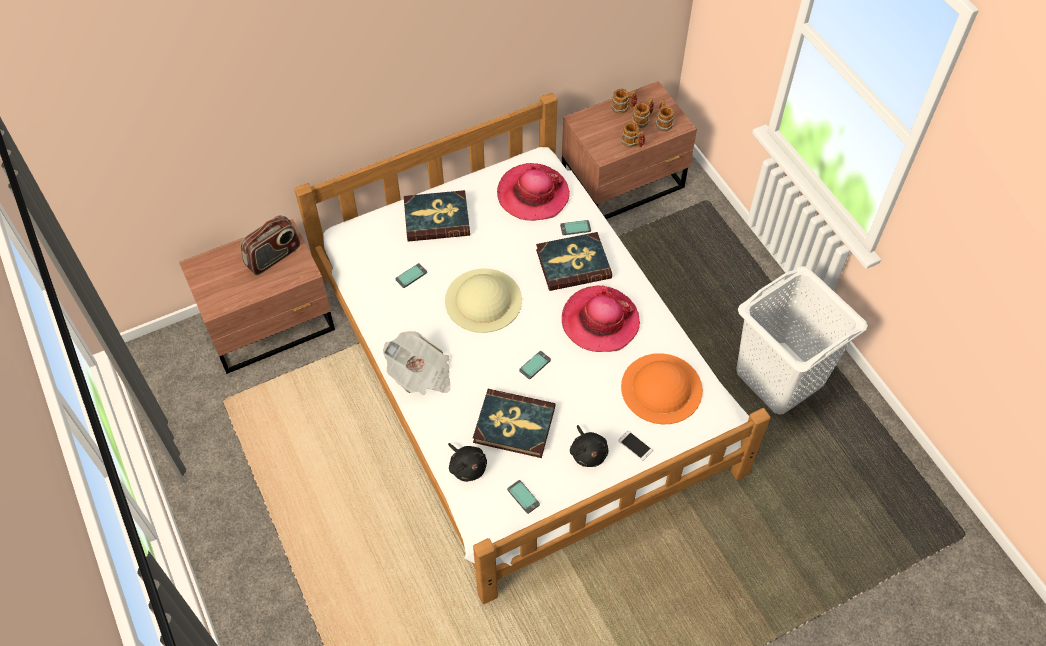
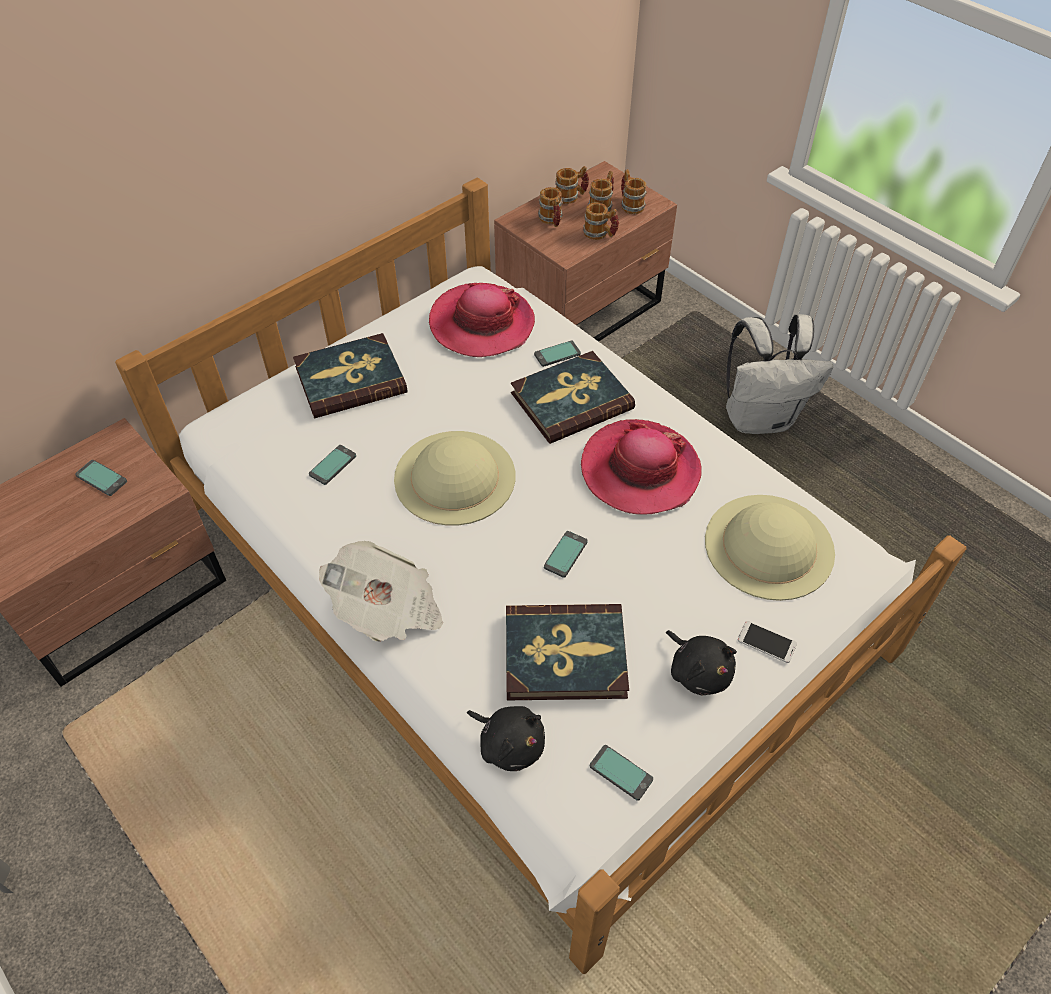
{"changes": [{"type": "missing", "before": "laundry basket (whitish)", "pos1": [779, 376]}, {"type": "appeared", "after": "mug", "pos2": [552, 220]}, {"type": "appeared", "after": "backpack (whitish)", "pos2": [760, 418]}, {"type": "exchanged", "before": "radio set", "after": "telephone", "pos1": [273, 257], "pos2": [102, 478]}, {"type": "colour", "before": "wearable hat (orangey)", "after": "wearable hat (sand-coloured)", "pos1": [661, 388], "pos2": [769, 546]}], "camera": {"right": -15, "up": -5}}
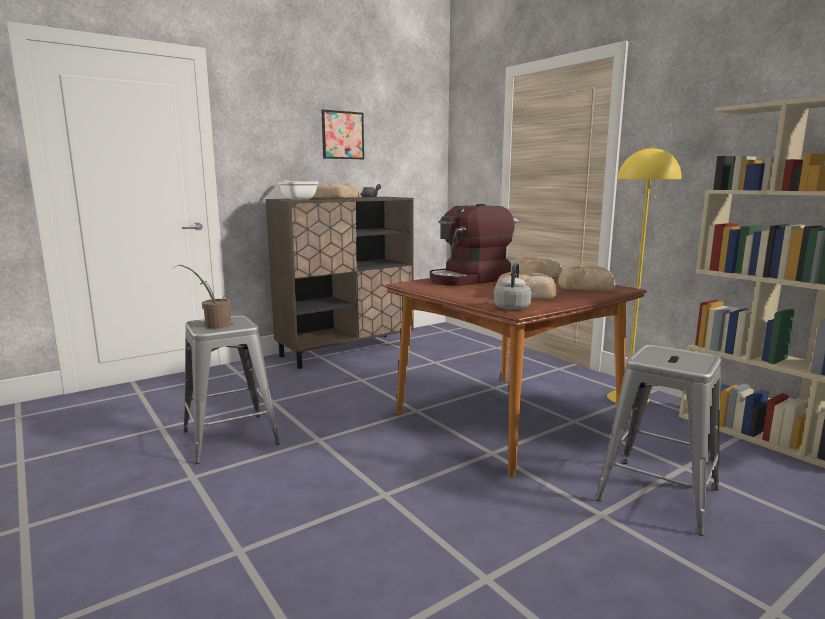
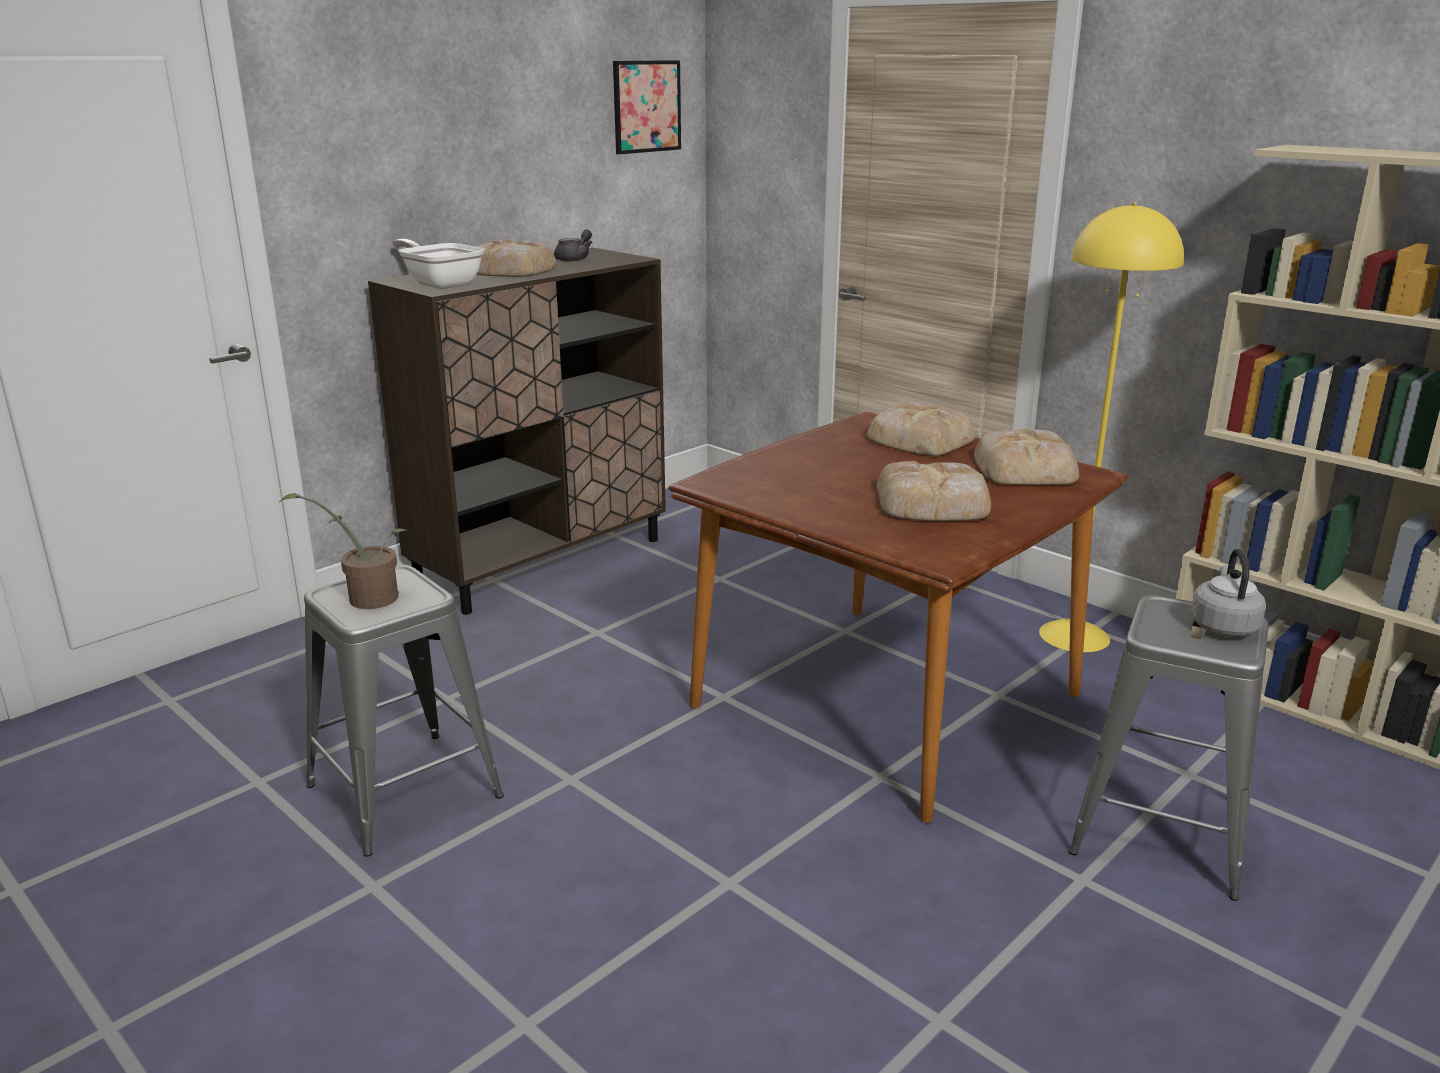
{"changes": [{"type": "missing", "before": "coffee machine", "pos1": [469, 279]}, {"type": "relocated", "before": "picture", "pos1": [343, 135], "pos2": [646, 106]}, {"type": "relocated", "before": "tea kettle (grey)", "pos1": [512, 307], "pos2": [1223, 625]}], "camera": {"right": -10, "up": 10}}
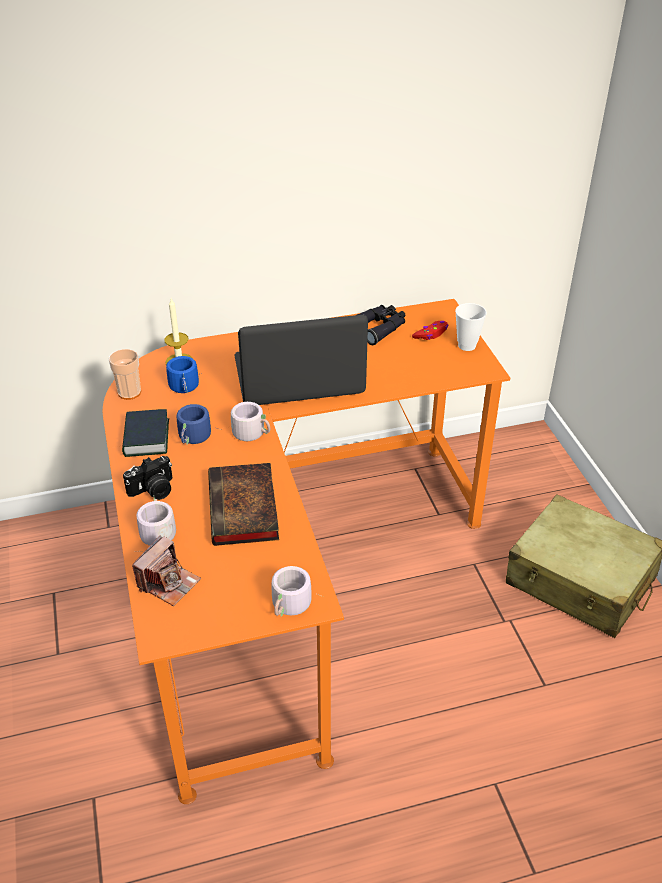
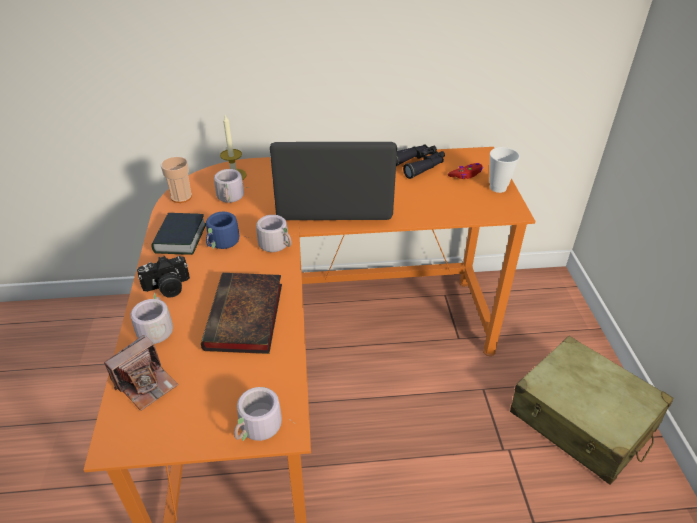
{"changes": [{"type": "colour", "before": "mug (blue)", "after": "mug (grey)", "pos1": [186, 387], "pos2": [232, 198]}], "camera": {"right": 10, "up": 0}}
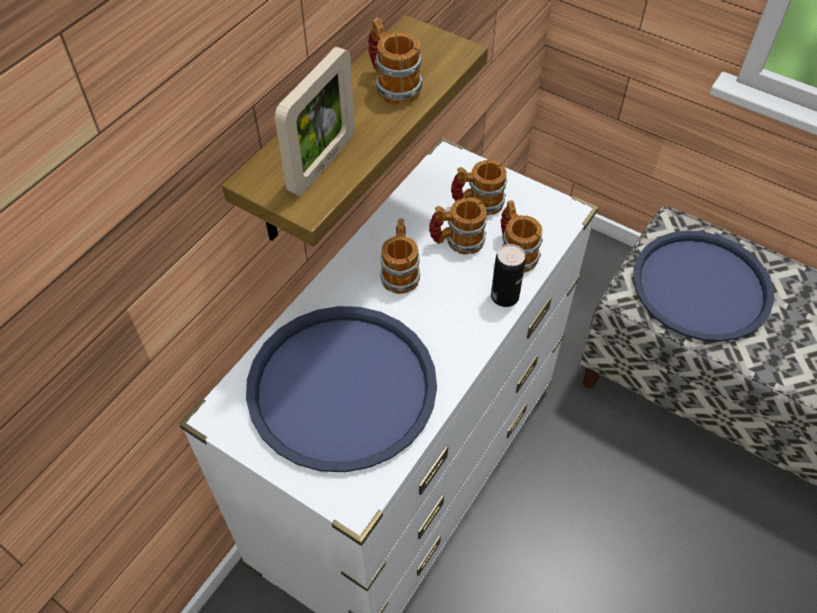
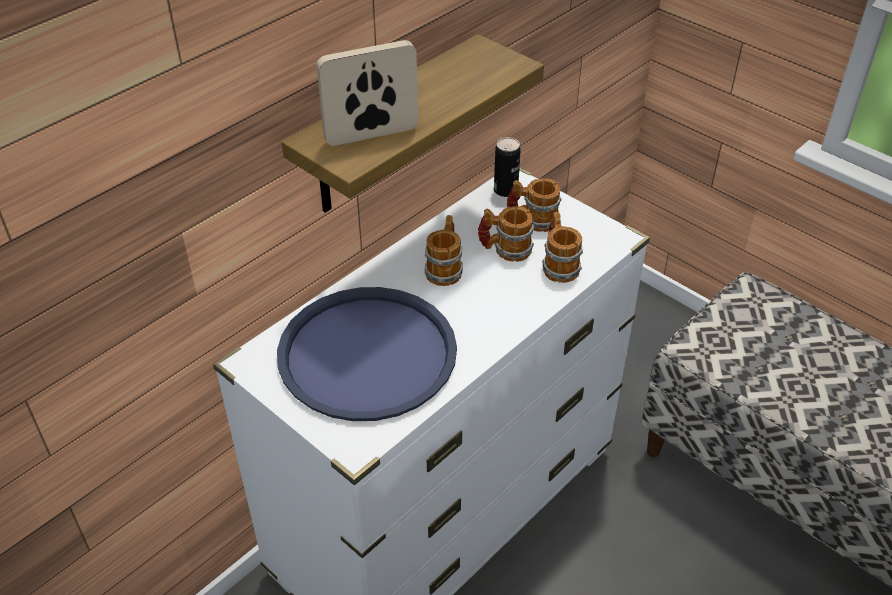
{"changes": [{"type": "missing", "before": "mug", "pos1": [392, 84]}, {"type": "missing", "before": "tray (blue)", "pos1": [700, 286]}, {"type": "relocated", "before": "sealed can", "pos1": [504, 296], "pos2": [505, 190]}, {"type": "spun", "before": "picture frame", "pos1": [322, 163], "pos2": [371, 135], "turn": -150}], "camera": {"right": 10, "up": -10}}
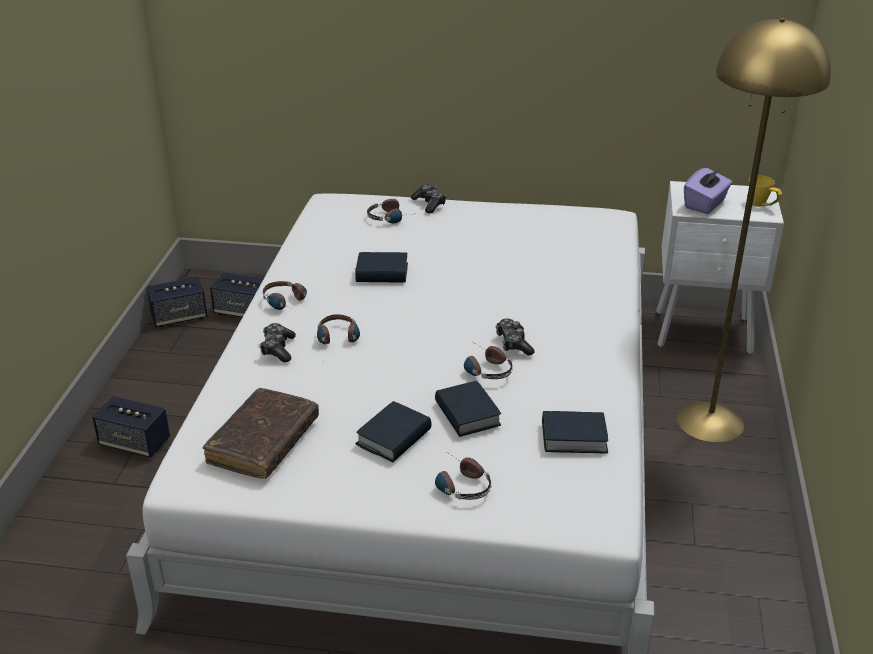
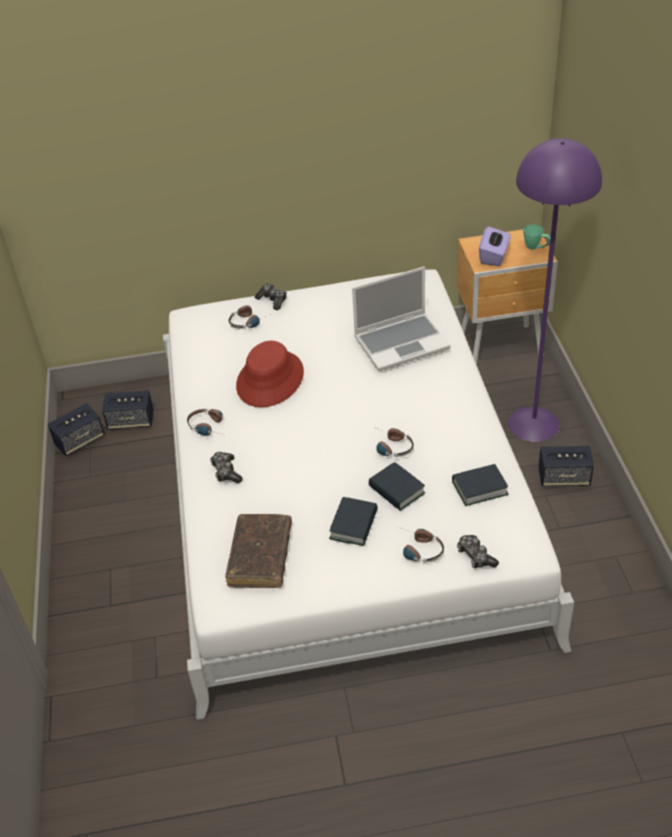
{"changes": [{"type": "missing", "before": "headset", "pos1": [338, 340]}, {"type": "appeared", "after": "portable computer", "pos2": [402, 342]}, {"type": "relocated", "before": "speaker", "pos1": [135, 443], "pos2": [563, 478]}, {"type": "relocated", "before": "joypad", "pos1": [513, 343], "pos2": [475, 556]}, {"type": "exchanged", "before": "bound book", "after": "wearable hat (red)", "pos1": [382, 273], "pos2": [270, 379]}, {"type": "colour", "before": "nightstand (whitish)", "after": "nightstand (brownish)", "pos1": [705, 334], "pos2": [502, 347]}, {"type": "colour", "before": "standard lamp (yellowish)", "after": "standard lamp (purplish)", "pos1": [709, 421], "pos2": [533, 424]}, {"type": "colour", "before": "mug (yellowish)", "after": "mug (green)", "pos1": [762, 206], "pos2": [536, 248]}], "camera": {"right": -15, "up": 10}}
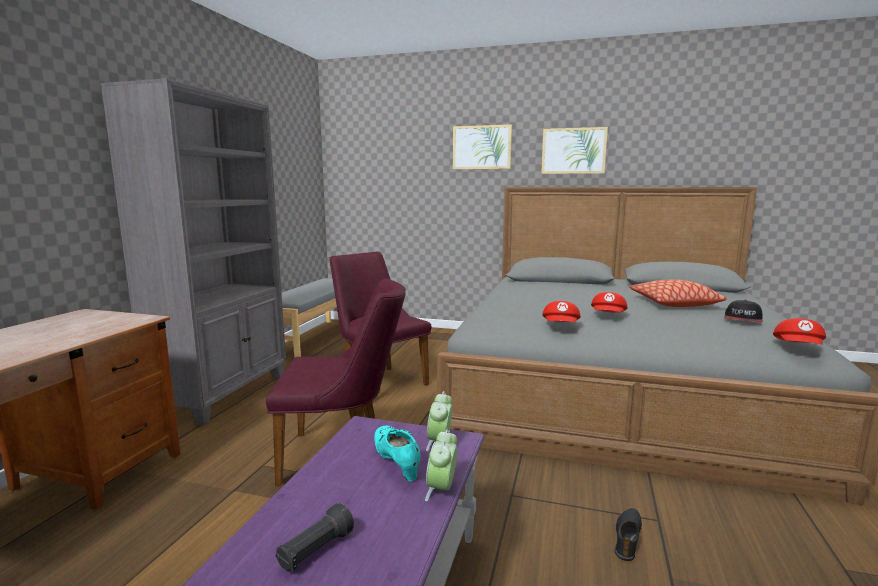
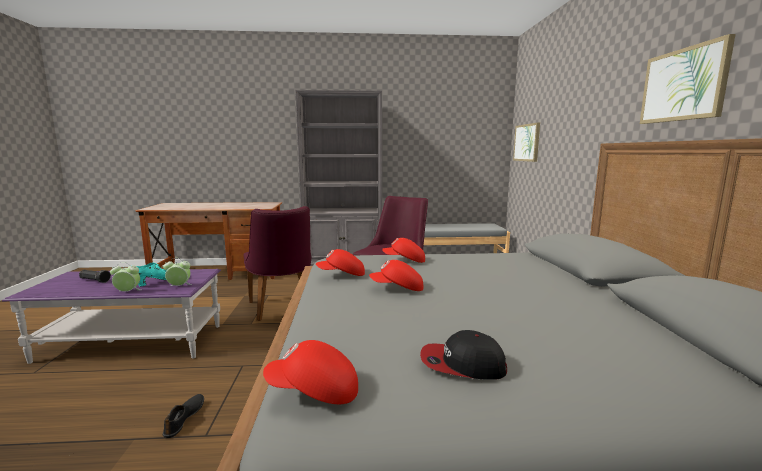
{"changes": [{"type": "missing", "before": "cushion", "pos1": [673, 303]}, {"type": "appeared", "after": "peaked cap (red)", "pos2": [404, 261]}, {"type": "relocated", "before": "picture", "pos1": [482, 147], "pos2": [527, 142]}, {"type": "spun", "before": "low shoe (blackish)", "pos1": [628, 537], "pos2": [185, 418], "turn": -90}], "camera": {"right": 70, "up": 0}}
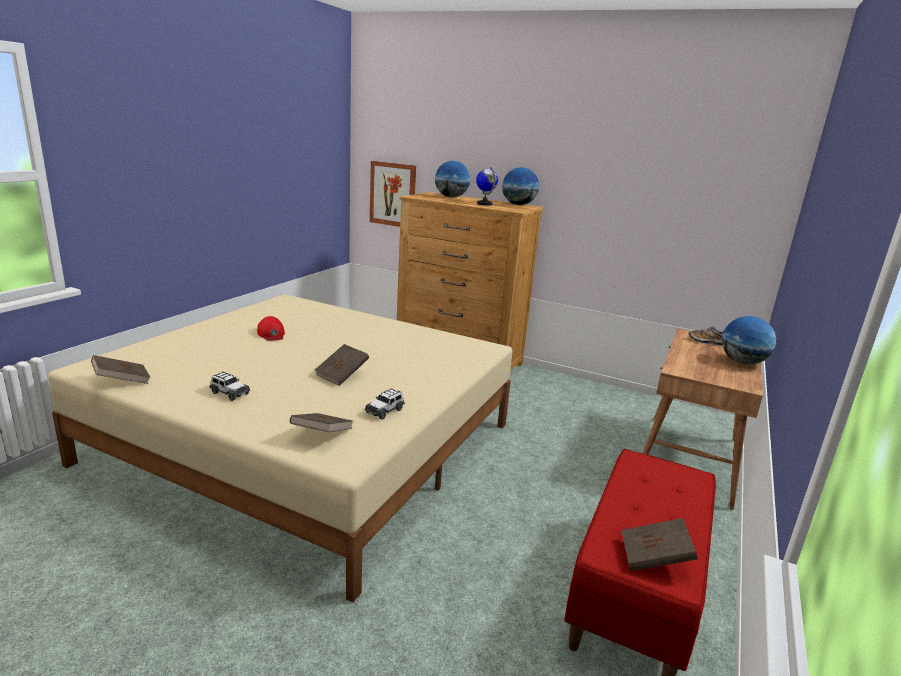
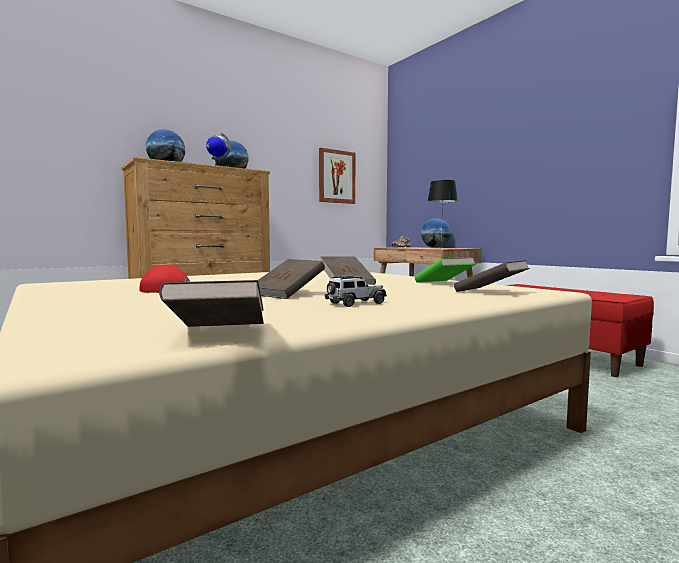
{"changes": [{"type": "appeared", "after": "lamp for a table", "pos2": [441, 248]}, {"type": "relocated", "before": "picture", "pos1": [393, 194], "pos2": [336, 177]}, {"type": "relocated", "before": "bound book (brownish)", "pos1": [654, 558], "pos2": [288, 294]}, {"type": "exchanged", "before": "model car", "after": "bound book (green)", "pos1": [385, 411], "pos2": [443, 283]}], "camera": {"right": -60, "up": -15}}
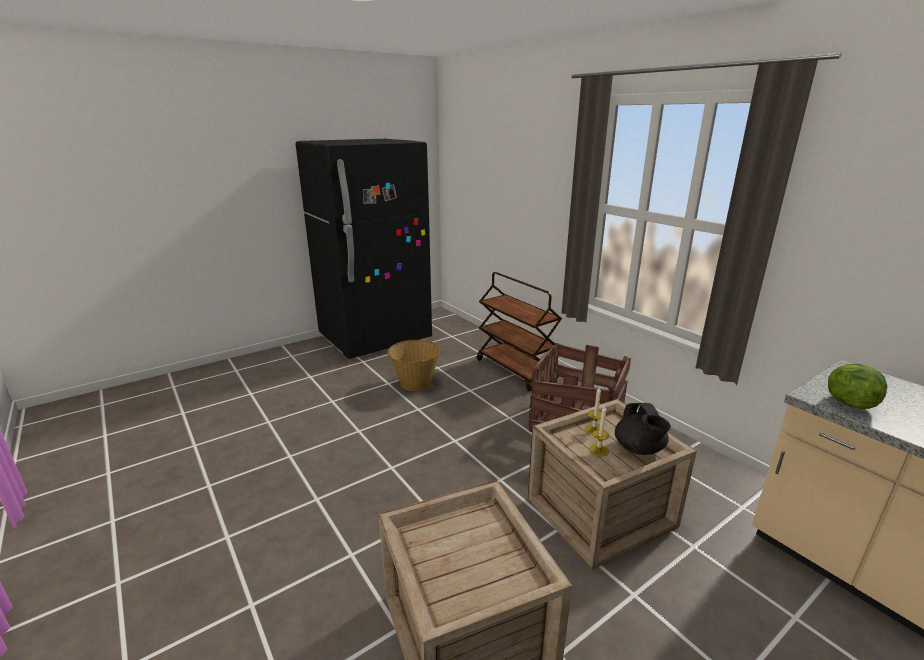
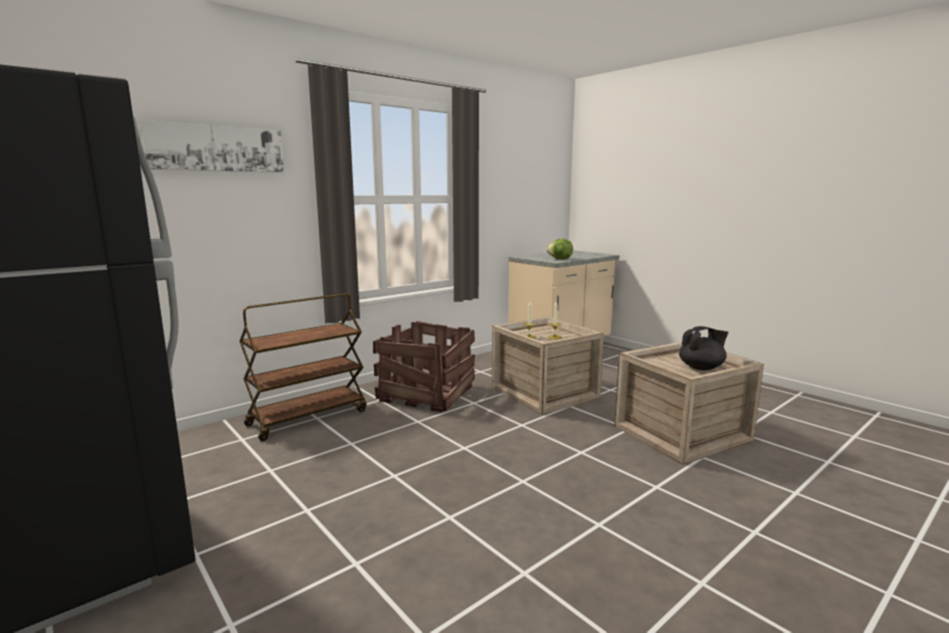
{"changes": [{"type": "missing", "before": "household basket", "pos1": [415, 383]}, {"type": "appeared", "after": "picture", "pos2": [217, 148]}, {"type": "relocated", "before": "teapot (blackish)", "pos1": [639, 449], "pos2": [701, 368]}], "camera": {"right": -95, "up": -10}}
